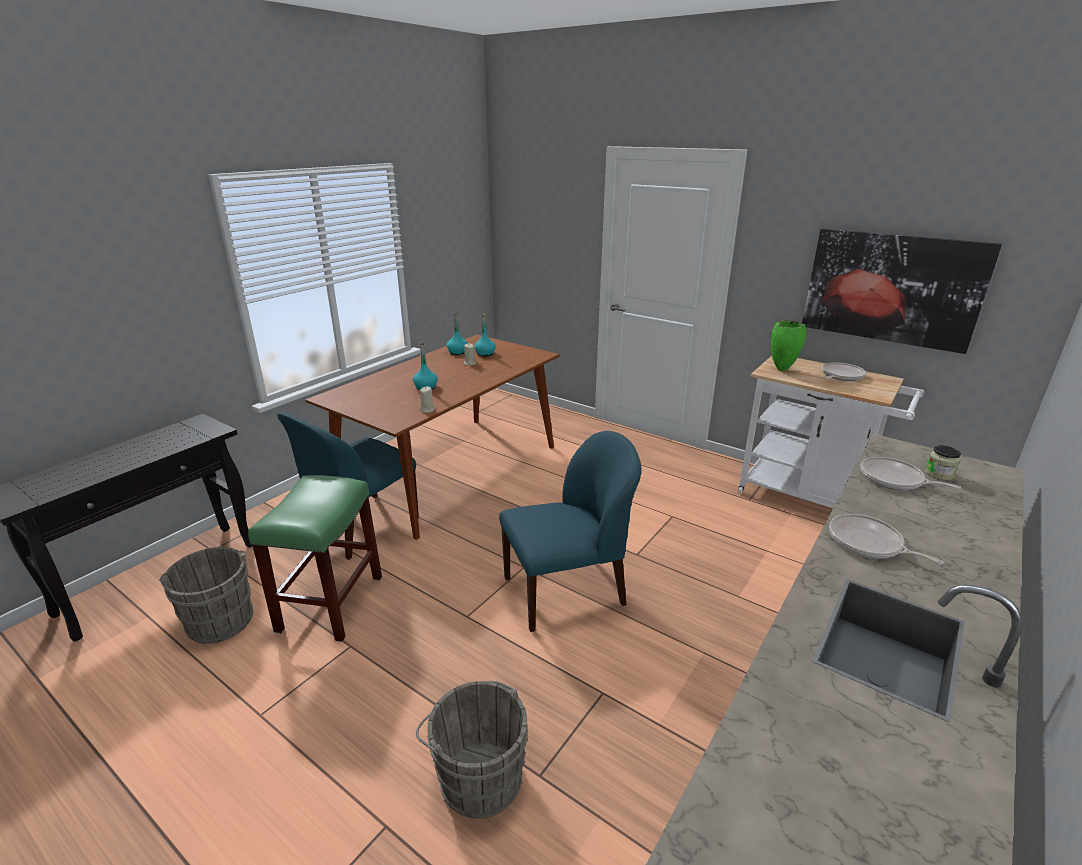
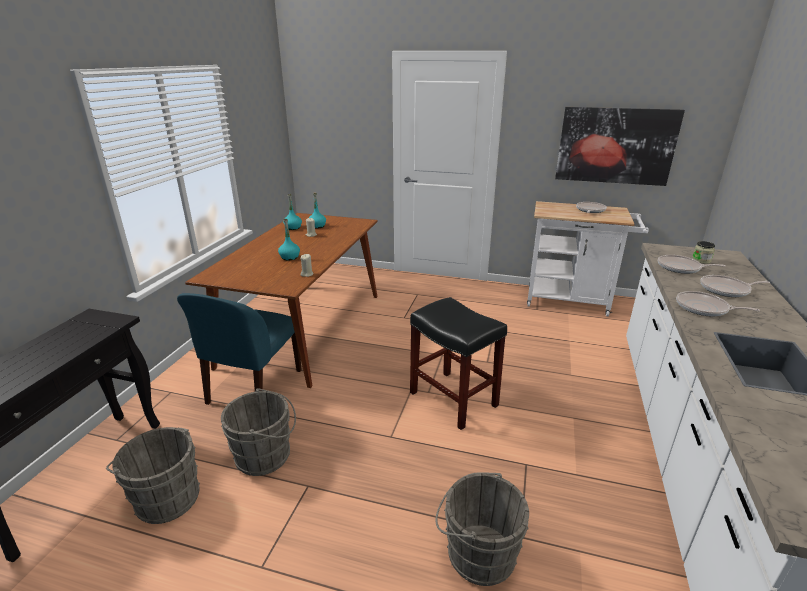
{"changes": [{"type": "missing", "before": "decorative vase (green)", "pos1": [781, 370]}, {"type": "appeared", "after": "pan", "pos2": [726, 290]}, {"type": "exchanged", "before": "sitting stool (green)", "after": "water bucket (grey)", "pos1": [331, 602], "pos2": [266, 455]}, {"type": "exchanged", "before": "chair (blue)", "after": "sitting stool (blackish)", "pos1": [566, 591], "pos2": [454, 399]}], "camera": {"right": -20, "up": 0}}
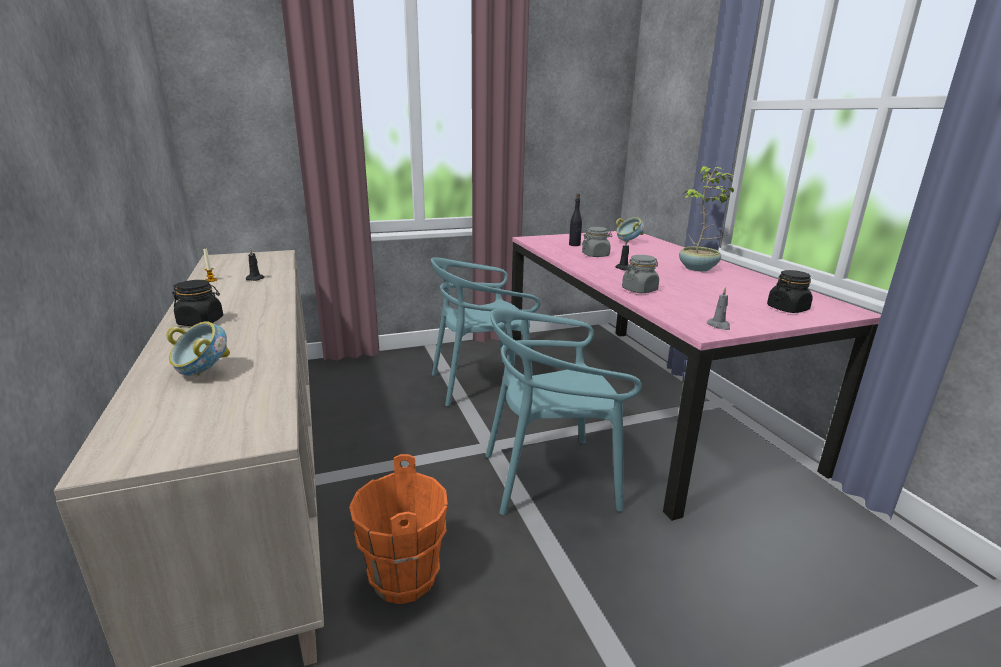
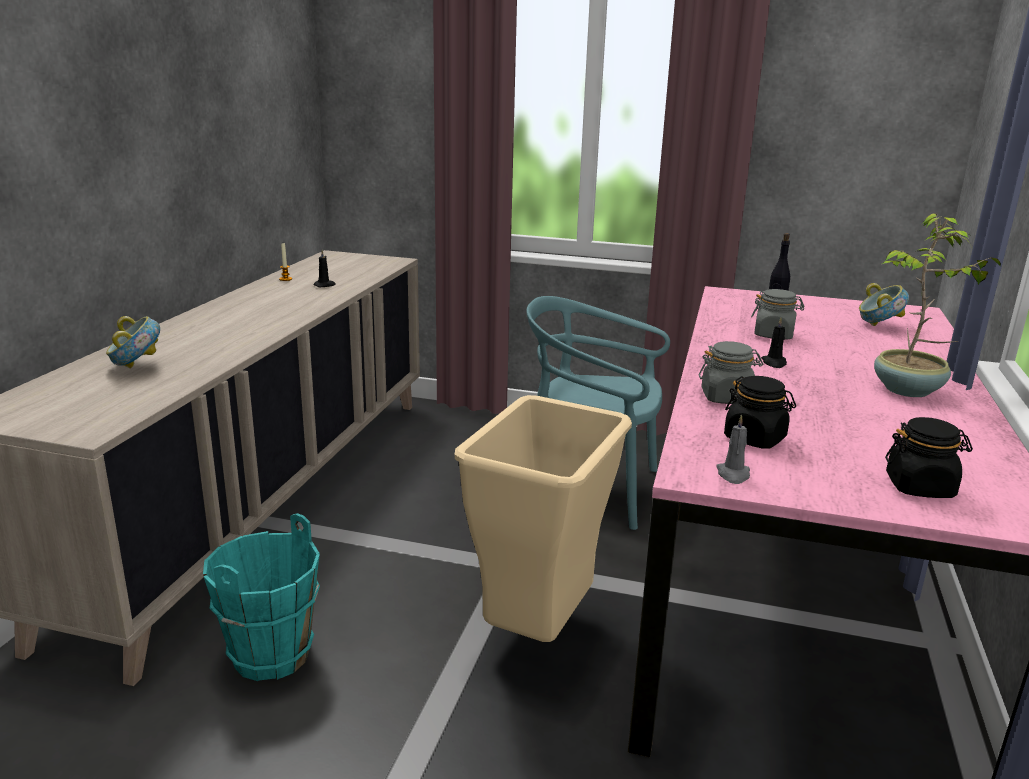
{"changes": [{"type": "relocated", "before": "jar (blackish)", "pos1": [201, 322], "pos2": [755, 439]}, {"type": "exchanged", "before": "chair (turquoise-coloured)", "after": "trash can (sand-coloured)", "pos1": [550, 477], "pos2": [537, 630]}, {"type": "colour", "before": "water bucket (orangey)", "after": "water bucket (turquoise-coloured)", "pos1": [403, 578], "pos2": [270, 655]}], "camera": {"right": 35, "up": 0}}
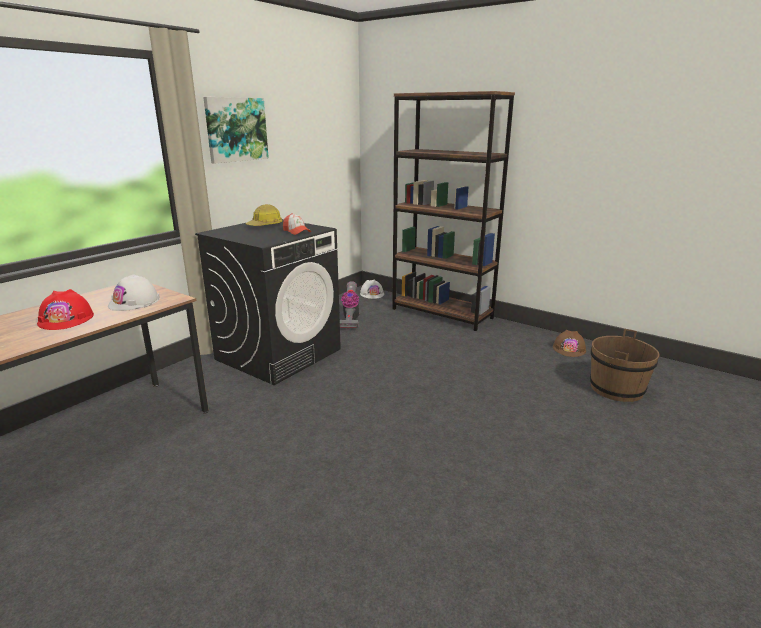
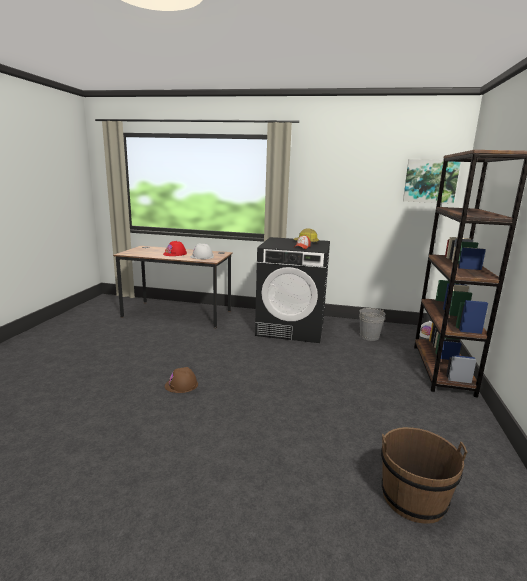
{"changes": [{"type": "relocated", "before": "picture", "pos1": [236, 129], "pos2": [430, 181]}, {"type": "relocated", "before": "work helmet (brownish)", "pos1": [569, 349], "pos2": [181, 385]}, {"type": "exchanged", "before": "hoover", "after": "water bucket (grey)", "pos1": [350, 319], "pos2": [369, 336]}], "camera": {"right": 65, "up": -5}}
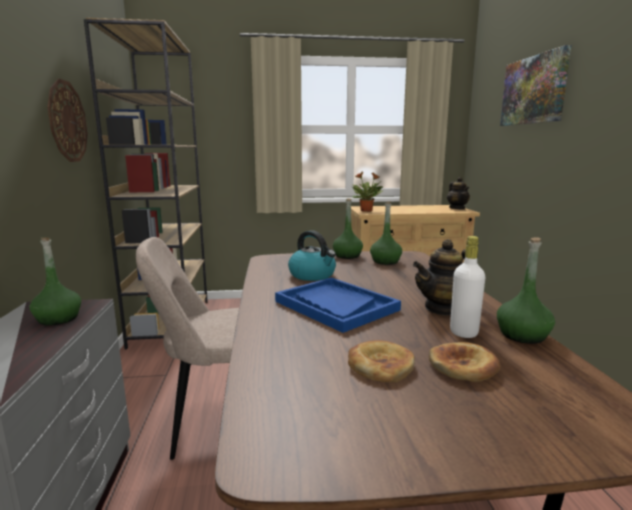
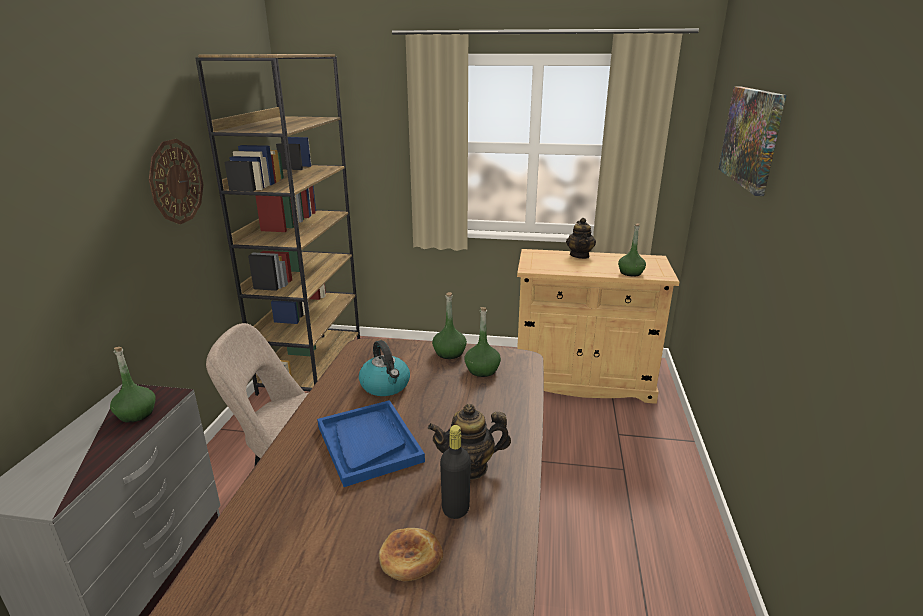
{"changes": [{"type": "missing", "before": "bread", "pos1": [380, 365]}, {"type": "missing", "before": "plant in a pot", "pos1": [367, 211]}, {"type": "relocated", "before": "teapot", "pos1": [457, 208], "pos2": [580, 255]}, {"type": "relocated", "before": "beverage bottle (green)", "pos1": [522, 335], "pos2": [630, 273]}, {"type": "colour", "before": "beverage bottle (whitish)", "after": "beverage bottle (blackish)", "pos1": [463, 332], "pos2": [455, 509]}], "camera": {"right": 15, "up": 10}}
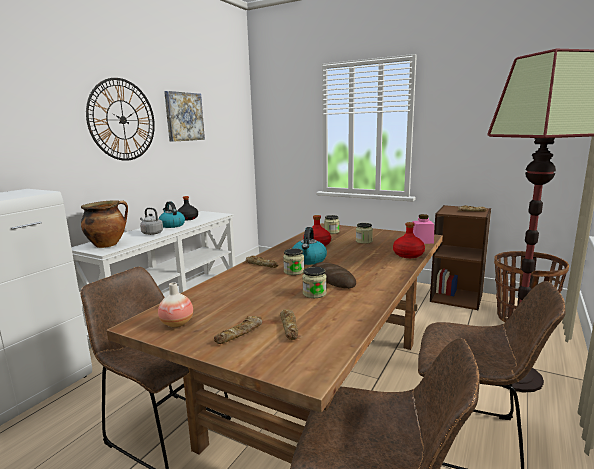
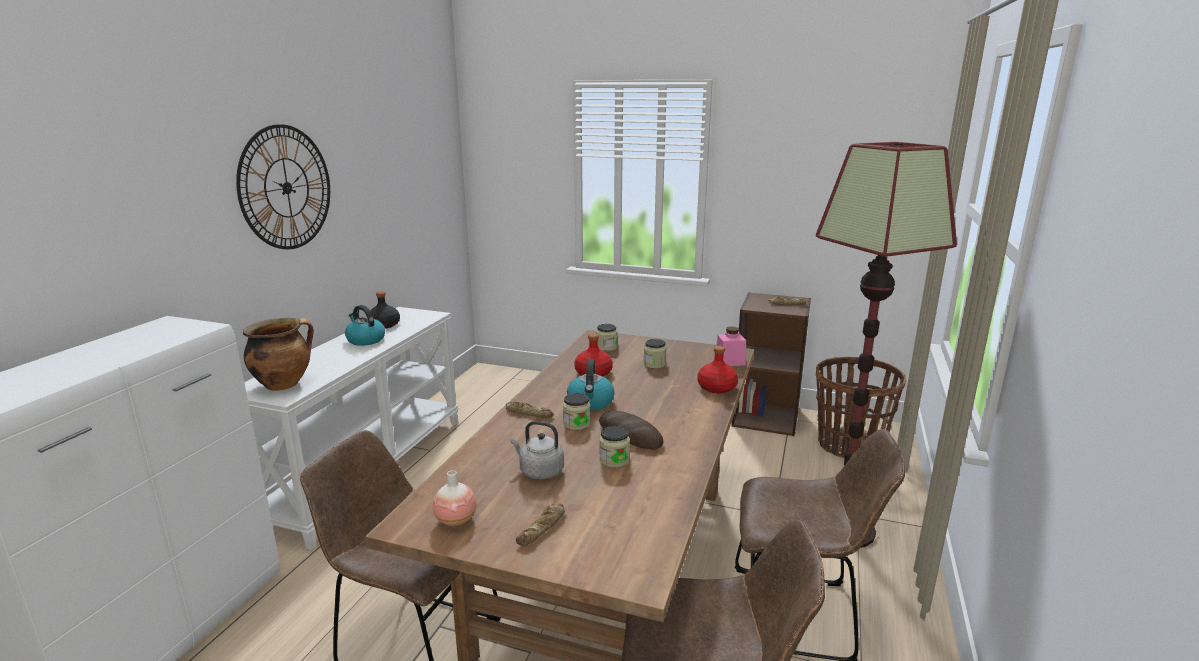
{"changes": [{"type": "missing", "before": "picture", "pos1": [184, 116]}, {"type": "missing", "before": "bread", "pos1": [289, 327]}, {"type": "relocated", "before": "tea kettle (grey)", "pos1": [151, 233], "pos2": [539, 471]}], "camera": {"right": -10, "up": 5}}
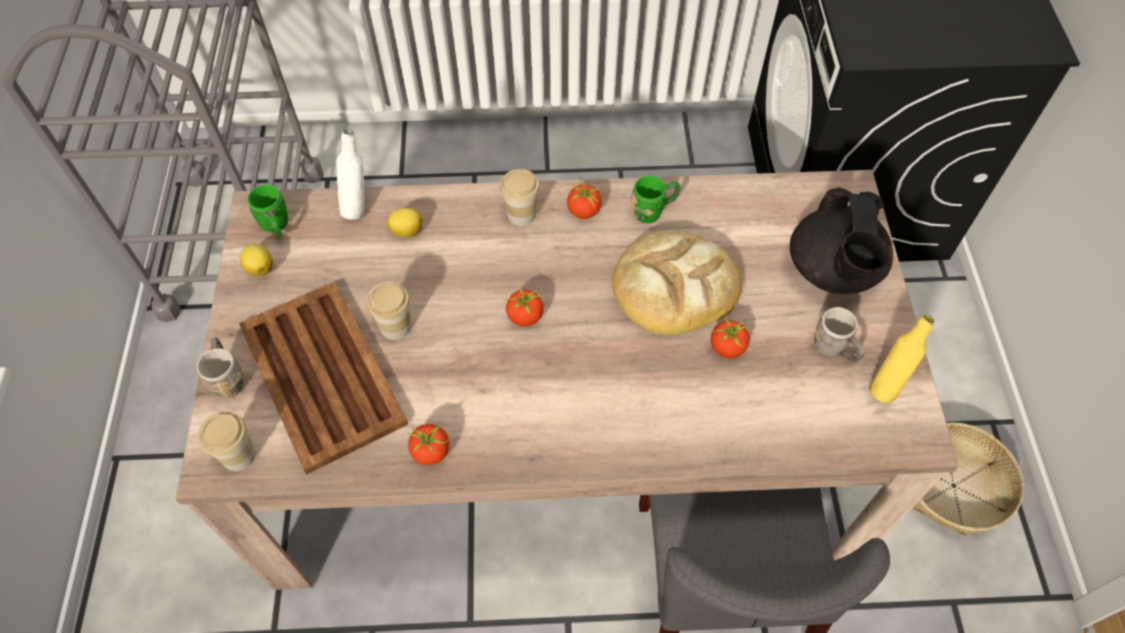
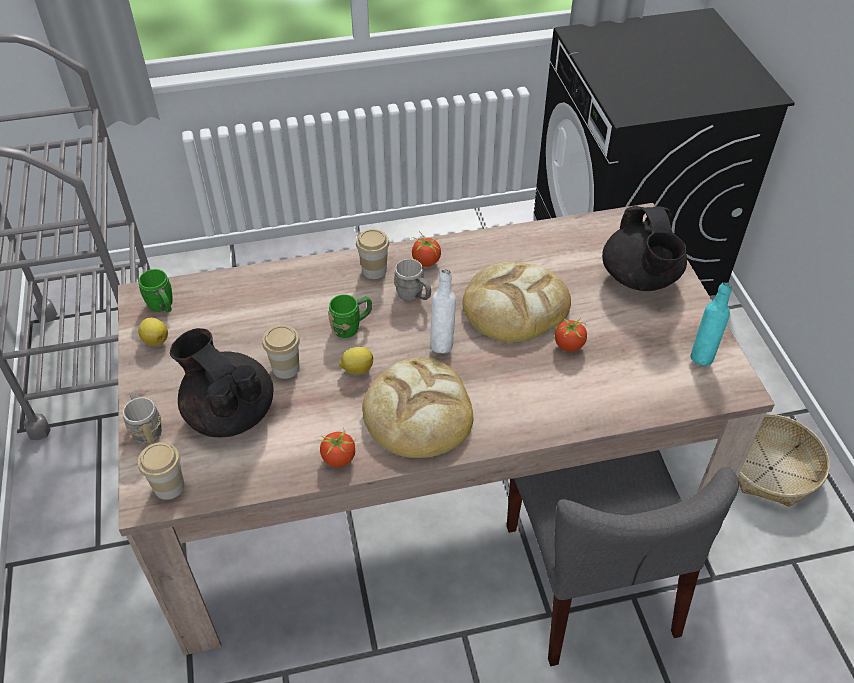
{"changes": [{"type": "missing", "before": "tomato", "pos1": [525, 317]}, {"type": "appeared", "after": "bread", "pos2": [418, 412]}, {"type": "relocated", "before": "beverage bottle (whitish)", "pos1": [358, 207], "pos2": [442, 342]}, {"type": "relocated", "before": "lemon", "pos1": [406, 231], "pos2": [357, 369]}, {"type": "relocated", "before": "mug (green)", "pos1": [653, 210], "pos2": [351, 326]}, {"type": "relocated", "before": "mug (grey)", "pos1": [834, 349], "pos2": [414, 296]}, {"type": "exchanged", "before": "tray (brownish)", "after": "teapot (blackish)", "pos1": [322, 373], "pos2": [229, 412]}, {"type": "colour", "before": "beverage bottle (yellowish)", "after": "beverage bottle (turquoise-coloured)", "pos1": [885, 385], "pos2": [702, 354]}], "camera": {"right": -10, "up": -10}}
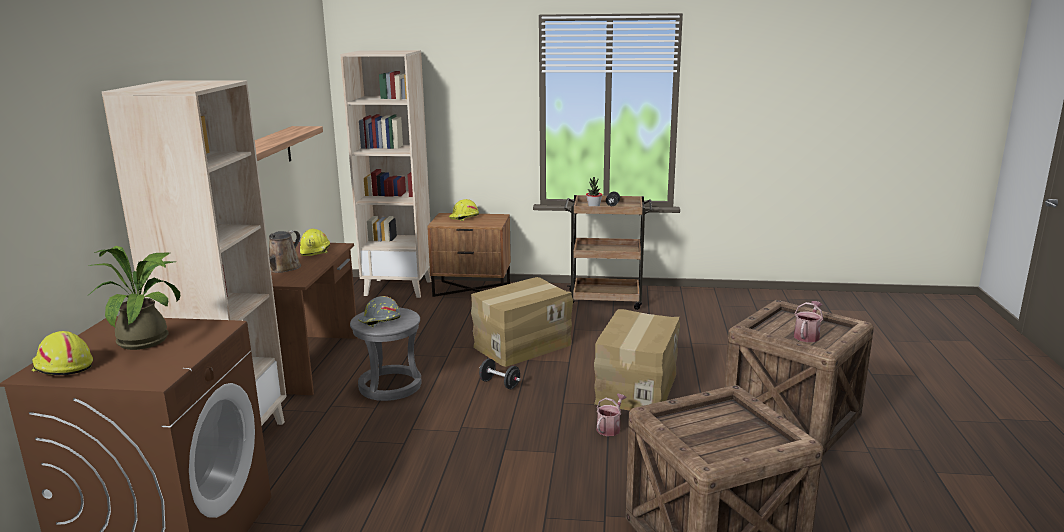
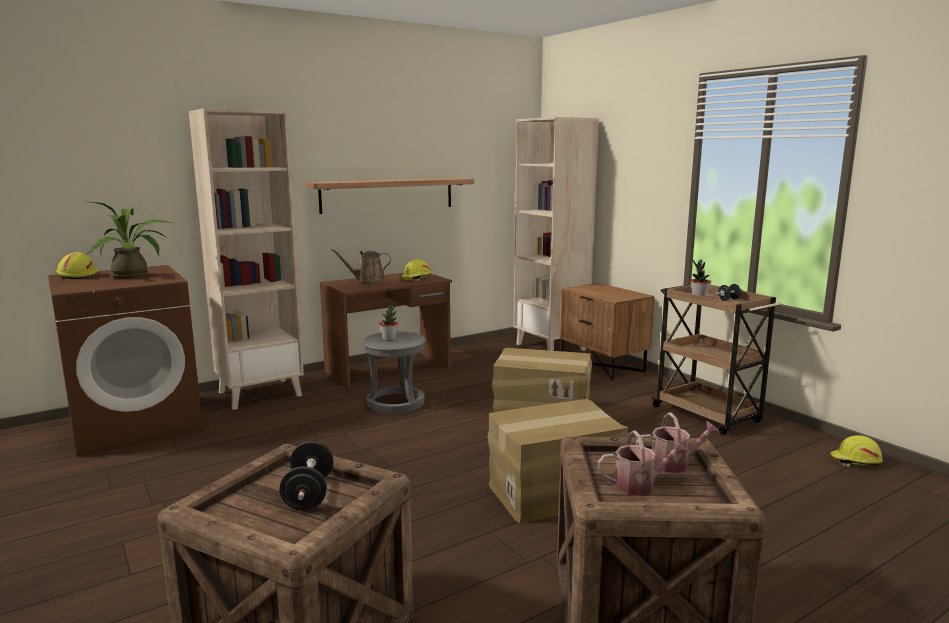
{"changes": [{"type": "relocated", "before": "work helmet (yellowish)", "pos1": [464, 217], "pos2": [855, 461]}, {"type": "relocated", "before": "dumbbell (blackish)", "pos1": [500, 384], "pos2": [309, 494]}, {"type": "relocated", "before": "watering can", "pos1": [610, 428], "pos2": [674, 464]}, {"type": "exchanged", "before": "work helmet (grey)", "after": "plant in a pot", "pos1": [380, 320], "pos2": [389, 338]}], "camera": {"right": 50, "up": -5}}
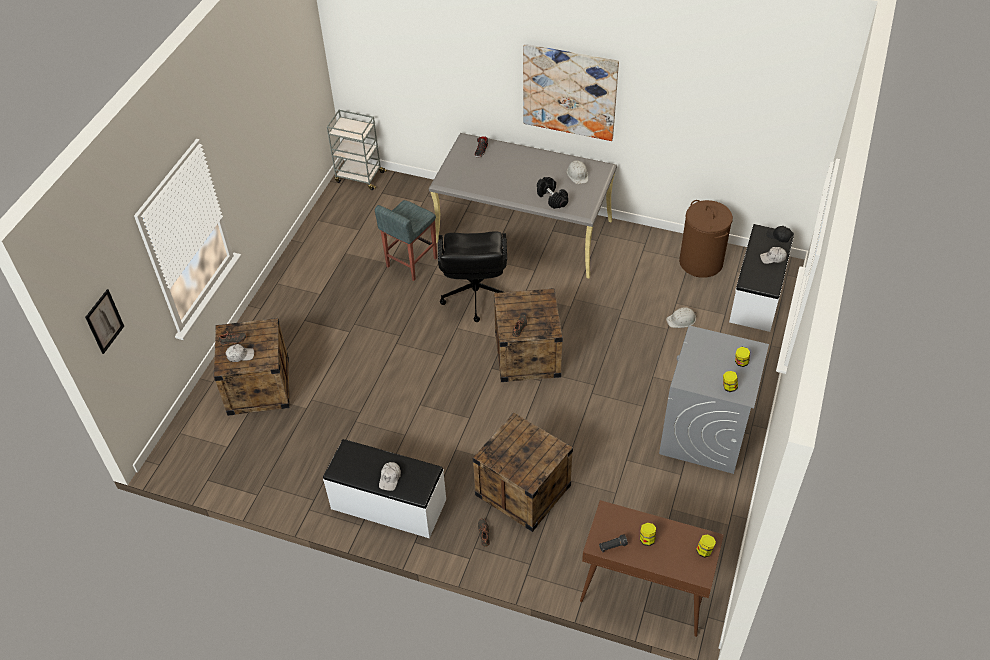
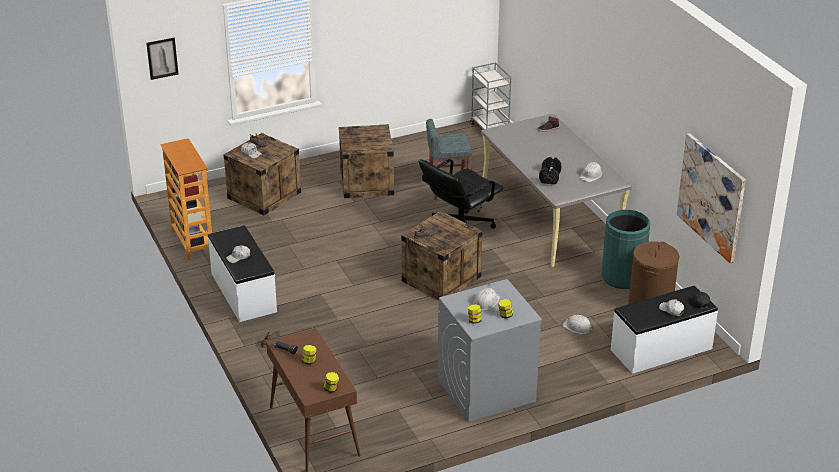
{"changes": [{"type": "appeared", "after": "bookshelf", "pos2": [192, 242]}, {"type": "appeared", "after": "work helmet (whitish)", "pos2": [486, 302]}, {"type": "appeared", "after": "trash can (green)", "pos2": [622, 277]}, {"type": "relocated", "before": "crate", "pos1": [522, 490], "pos2": [366, 182]}, {"type": "relocated", "before": "picture", "pos1": [569, 92], "pos2": [711, 197]}], "camera": {"right": 45, "up": -15}}
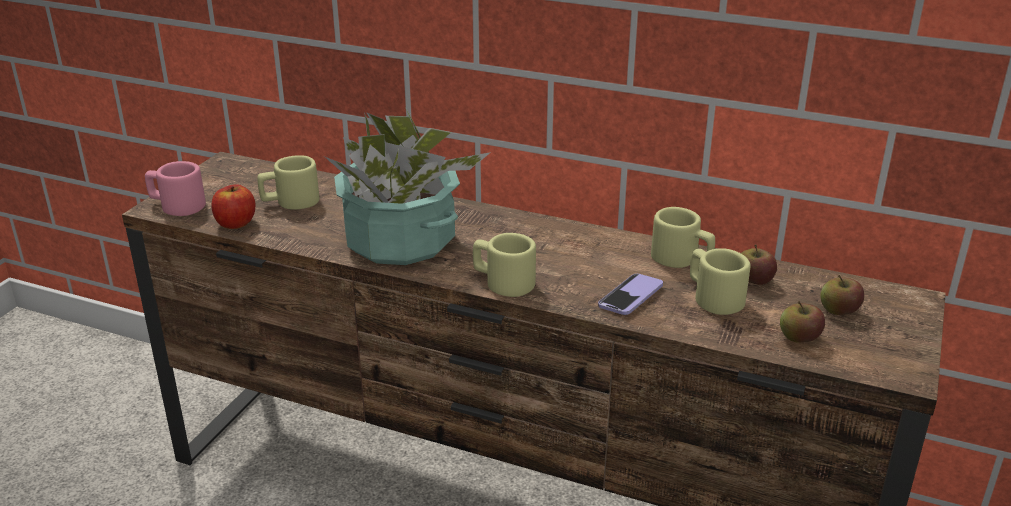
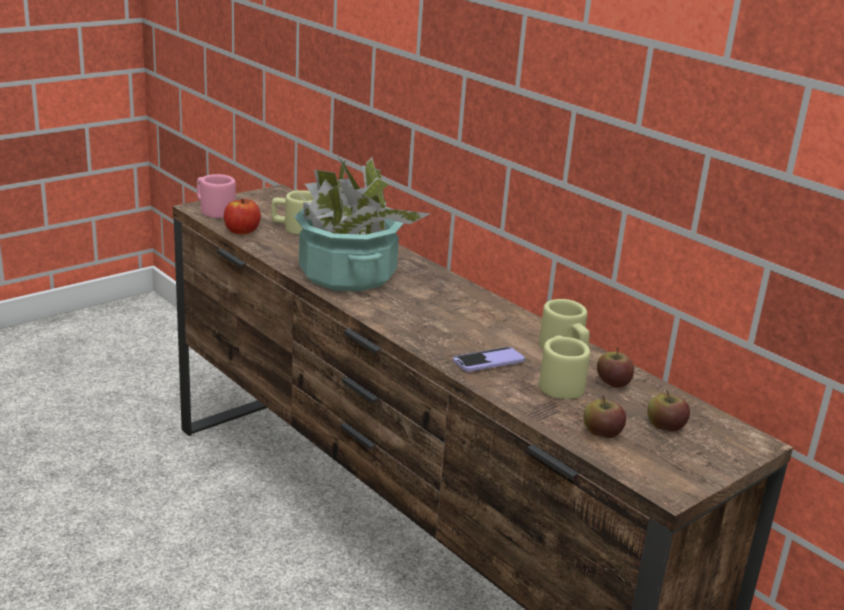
{"changes": [{"type": "missing", "before": "mug (sand-coloured)", "pos1": [502, 282]}], "camera": {"right": 25, "up": -5}}
